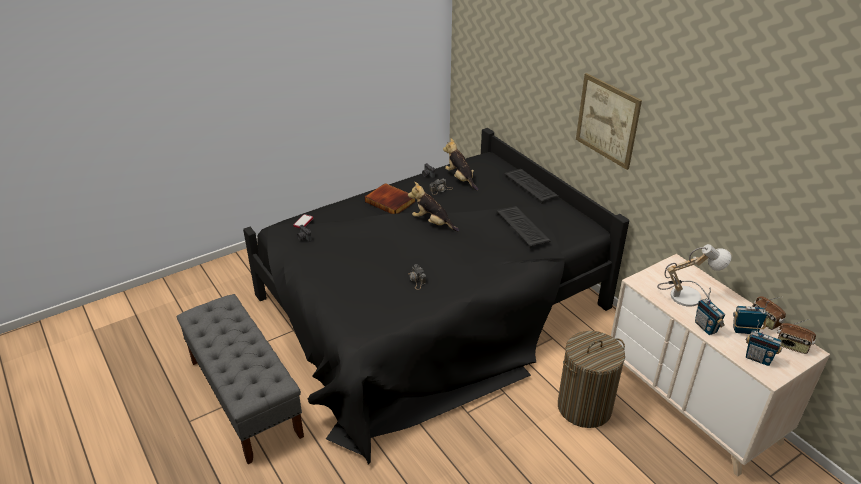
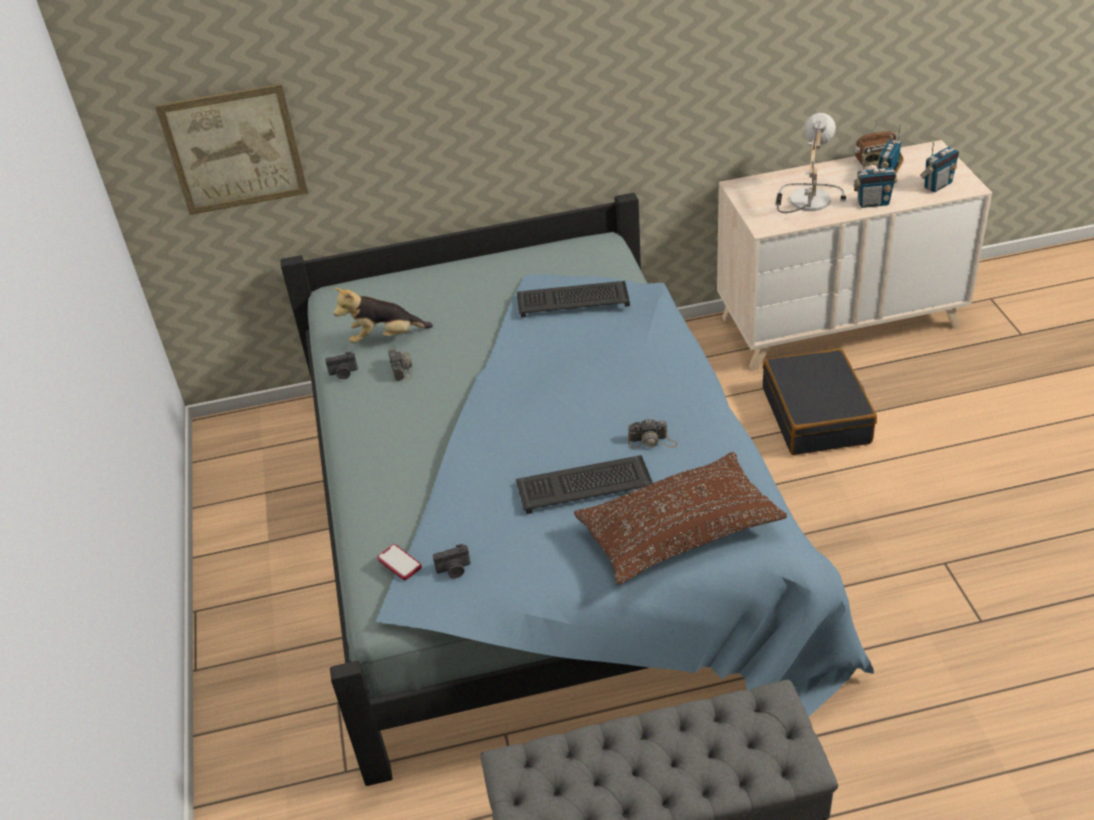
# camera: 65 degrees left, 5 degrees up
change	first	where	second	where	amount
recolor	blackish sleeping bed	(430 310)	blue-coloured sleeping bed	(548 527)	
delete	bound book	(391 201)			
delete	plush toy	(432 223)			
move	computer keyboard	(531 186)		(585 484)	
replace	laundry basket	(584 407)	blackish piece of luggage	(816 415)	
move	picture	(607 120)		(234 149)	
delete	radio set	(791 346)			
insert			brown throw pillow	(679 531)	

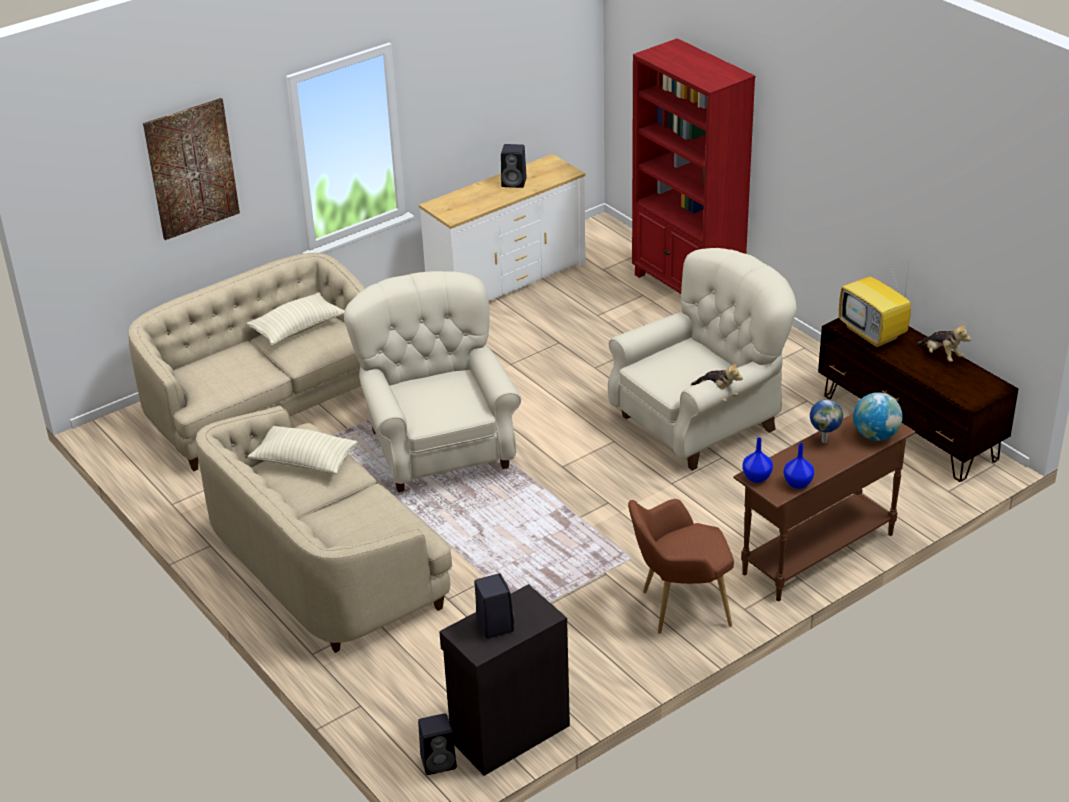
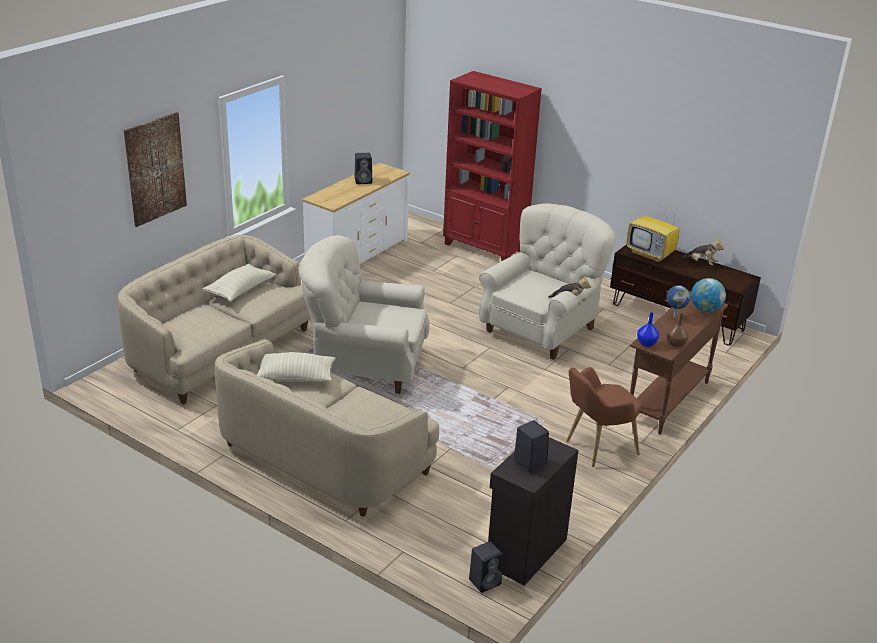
# camera: 20 degrees left, 5 degrees down
change	first	where	second	where	amount
rotate	sand-coloured armchair	(437 446)		(365 365)	45 degrees counterclockwise
recolor	blue-coloured decorative vase	(798 483)	brown decorative vase	(676 344)	

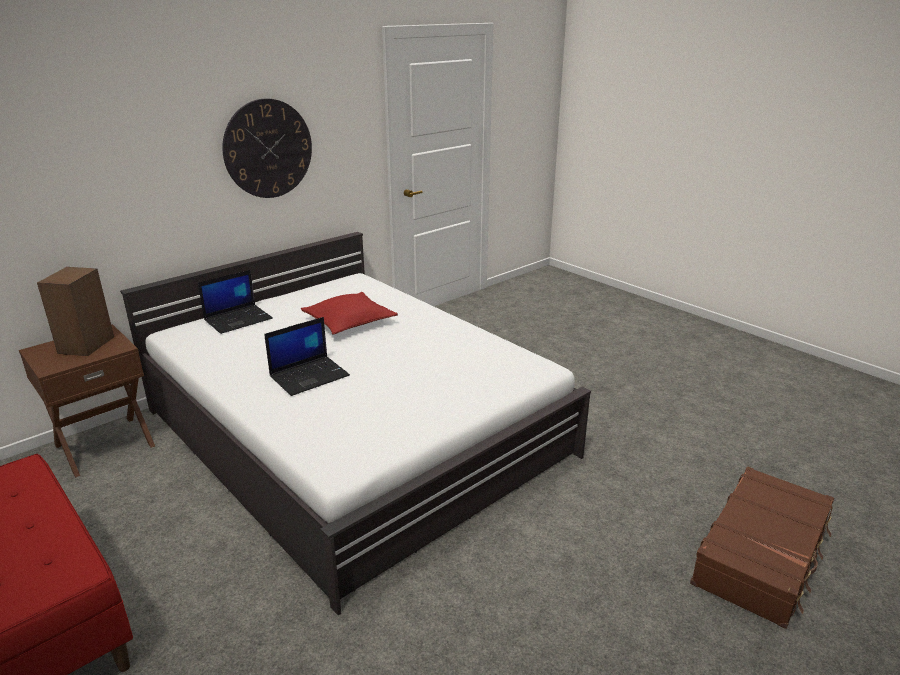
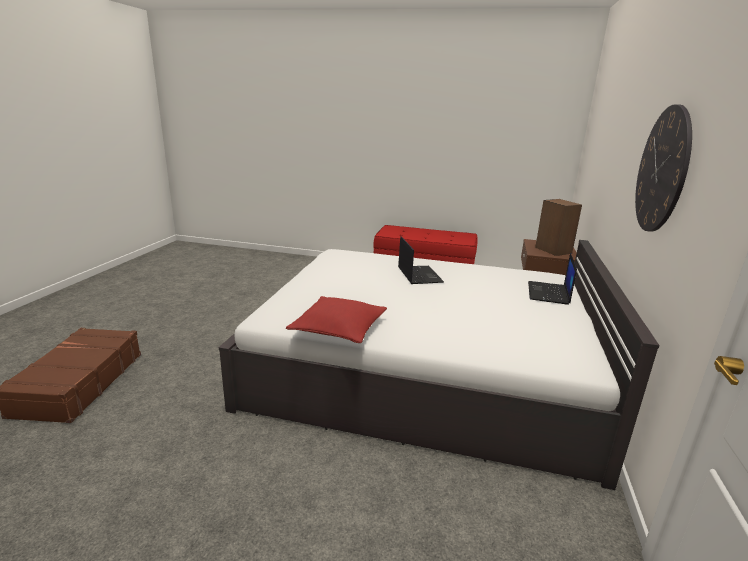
# camera: 145 degrees right, 5 degrees down
change	first	where	second	where	amount
rotate	laptop	(310 375)		(419 275)	150 degrees clockwise
move	reddish throw pillow	(349 322)		(339 328)	

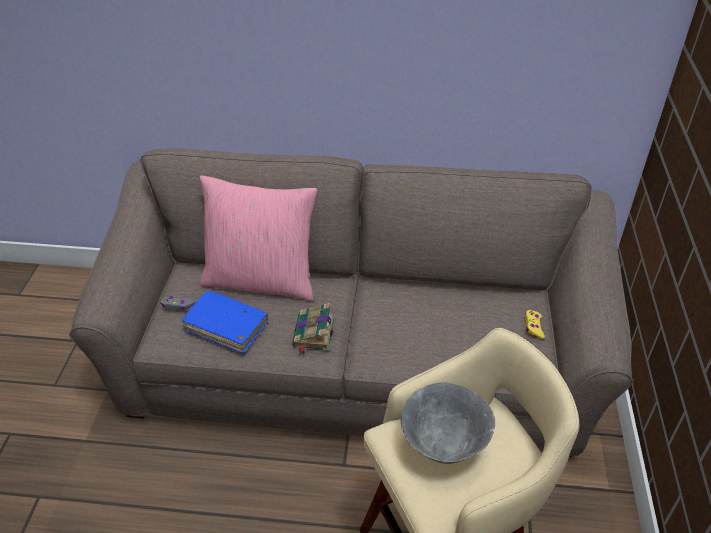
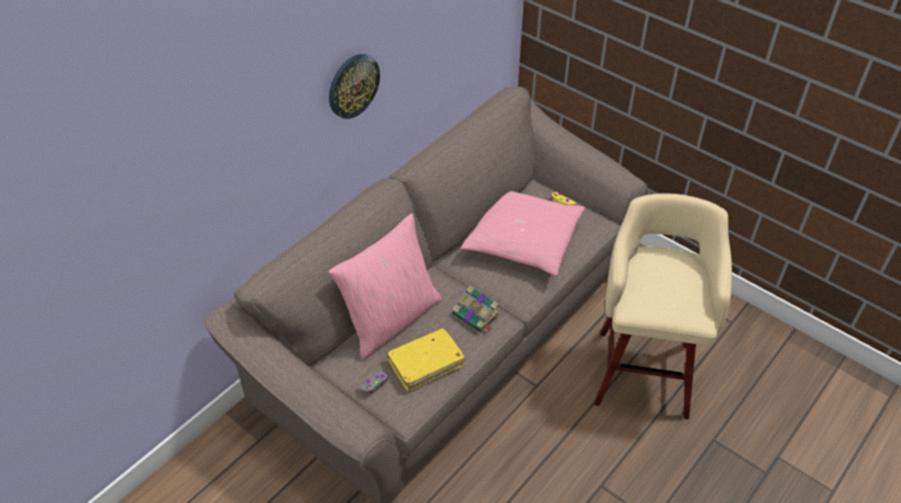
# camera: 55 degrees left, 5 degrees up
change	first	where	second	where	amount
recolor	blue-coloured bound book	(226 327)	yellow-coloured bound book	(426 363)	
delete	greyish bowl	(443 445)			
insert			clock on the wall	(353 85)	
insert			pink throw pillow	(523 239)	

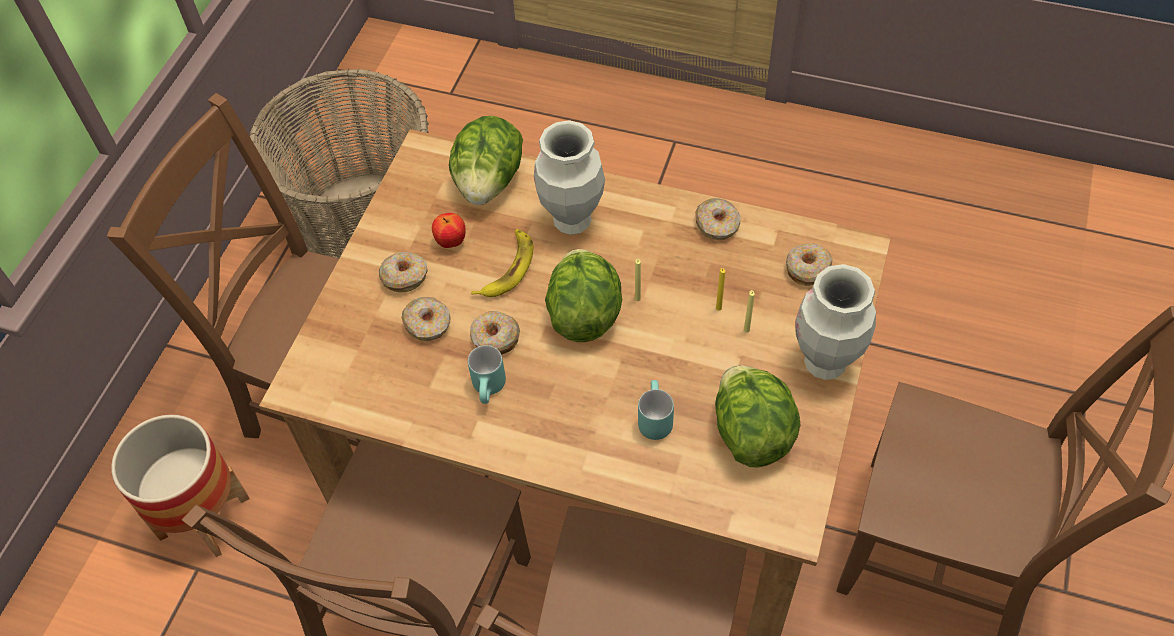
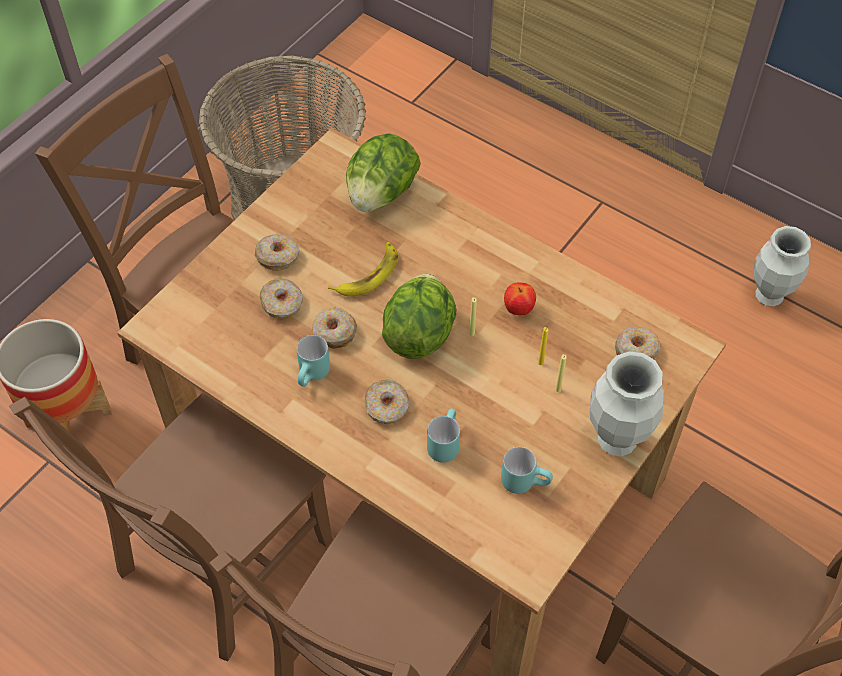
# camera: 15 degrees right, 0 degrees up
change	first	where	second	where	amount
move	apple fruit	(451 242)		(518 309)	
move	decorative vase	(572 221)		(768 296)	
move	donut	(717 225)		(387 407)	
replace	lettuce	(751 432)	blue-green coffee mug	(525 481)	

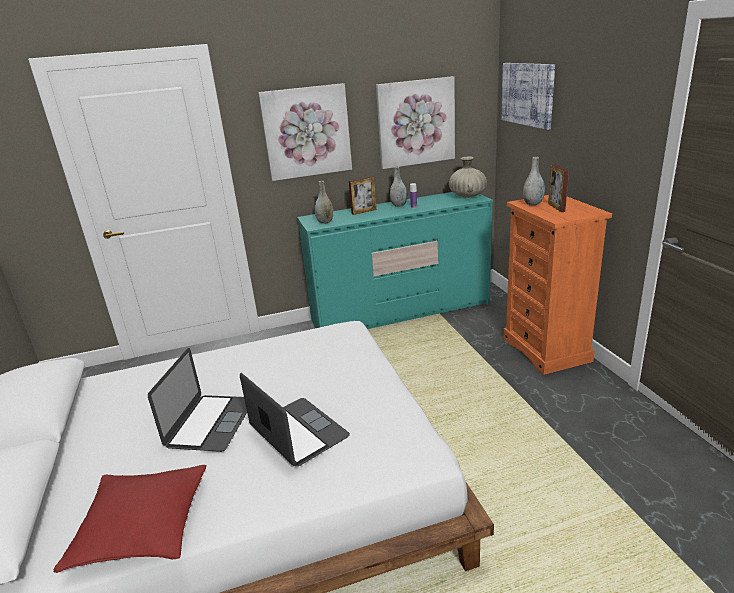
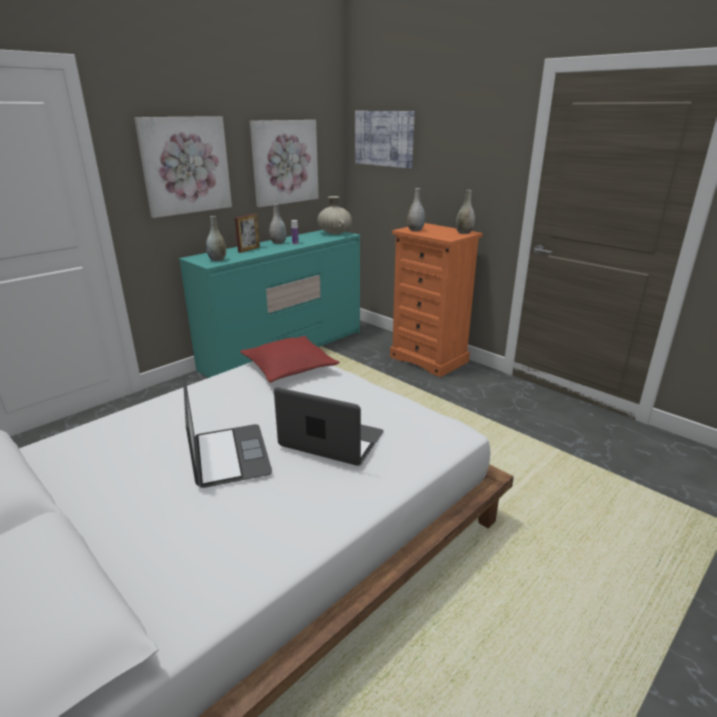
# camera: 30 degrees left, 0 degrees up
change	first	where	second	where	amount
move	reddish throw pillow	(142 526)		(289 368)	
delete	photo frame	(556 207)			
insert			greyish decorative vase	(464 233)	

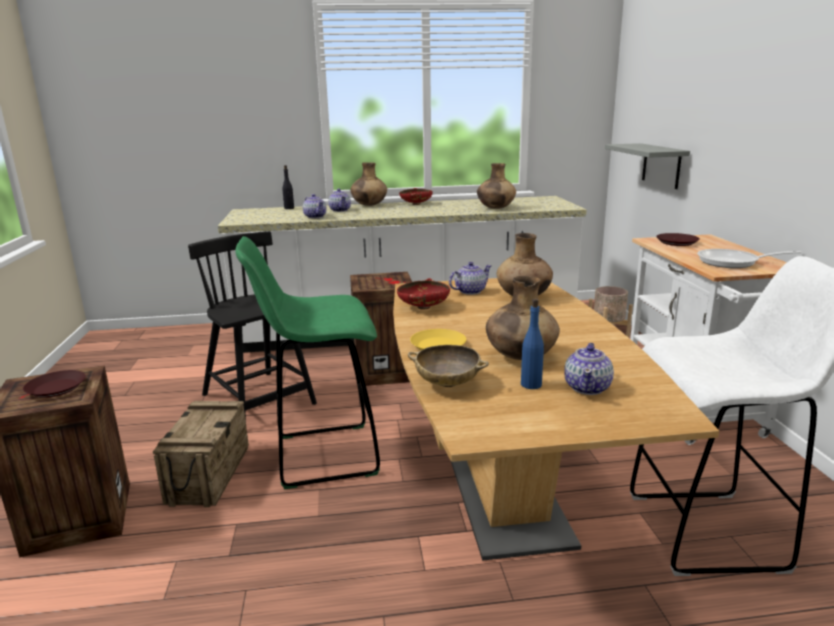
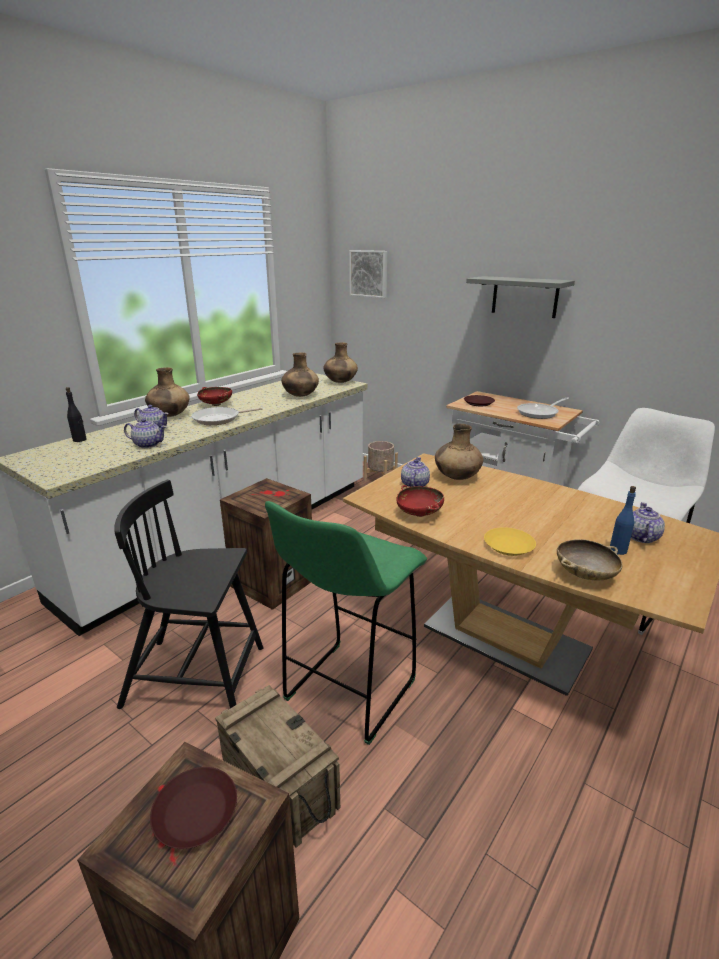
# camera: 45 degrees left, 5 degrees up
change	first	where	second	where	amount
move	brown decorative vase	(520 357)		(340 382)	
rotate	pot for tea	(588 387)		(641 537)	135 degrees counterclockwise
move	greyish wall shelf	(661 165)		(524 296)	
insert			pan	(219 419)	
insert			picture	(369 273)	

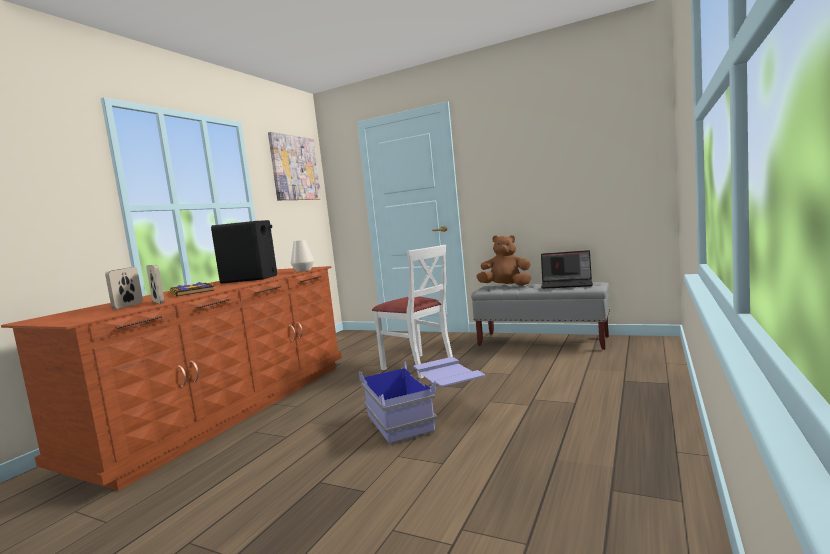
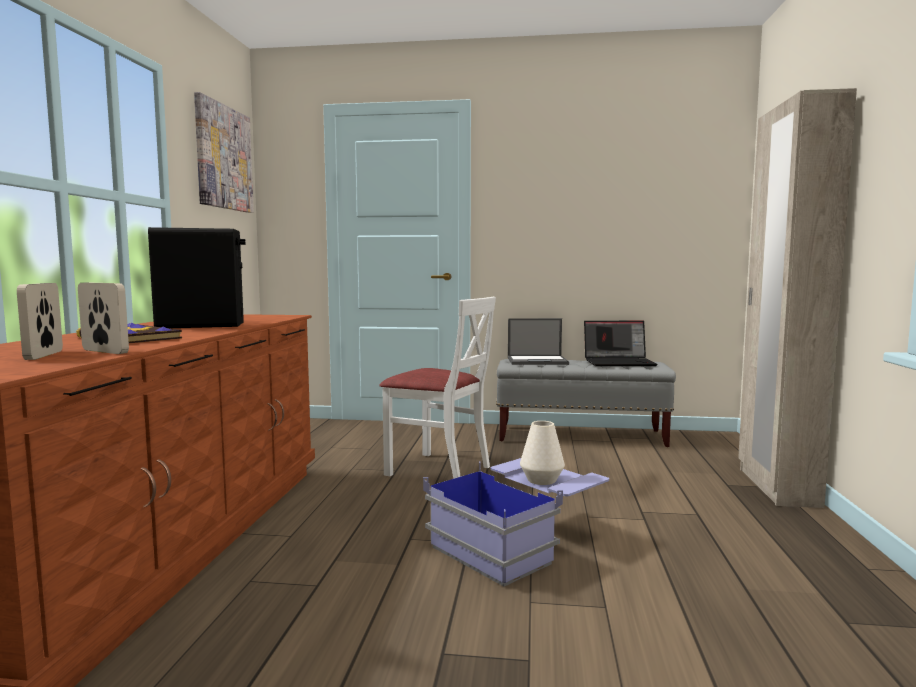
# camera: 20 degrees left, 0 degrees up
change	first	where	second	where	amount
move	white decorative vase	(303 270)		(541 480)	
replace	brown plush toy	(506 286)	laptop	(538 361)	
insert			sand-coloured armoire	(776 487)	

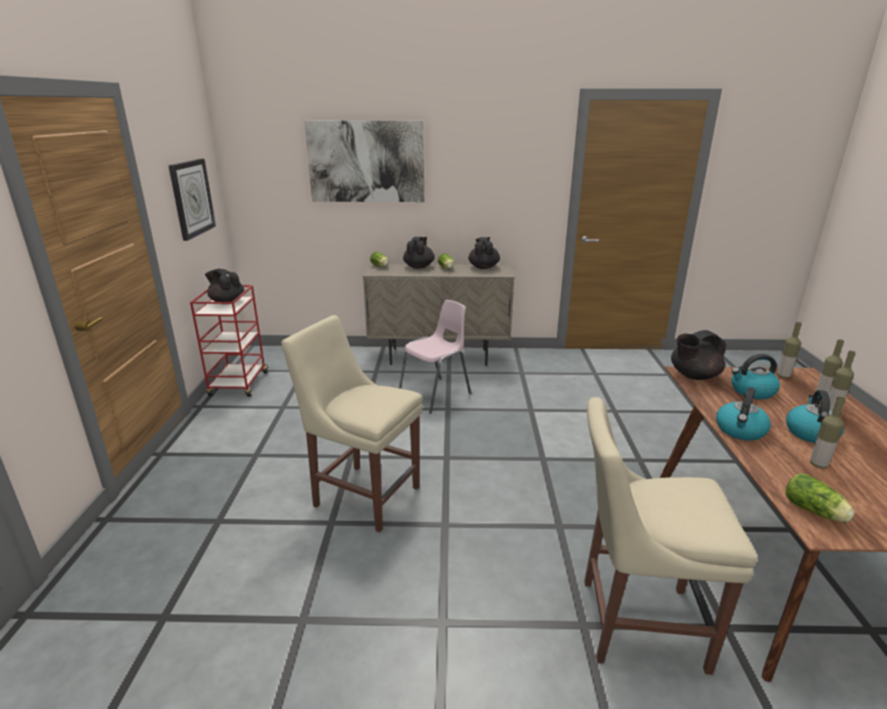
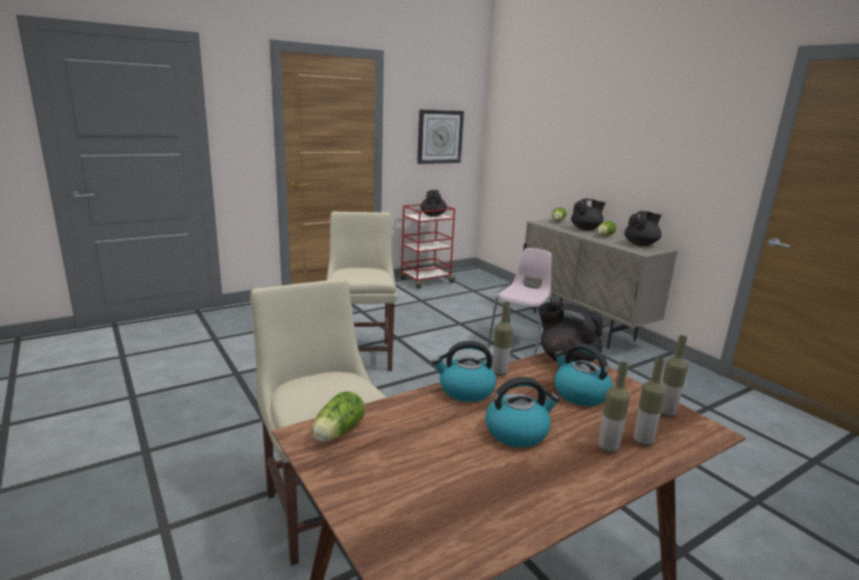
# camera: 55 degrees right, 5 degrees down
change	first	where	second	where	amount
delete	picture	(366 162)			
rotate	pink chair	(436 394)		(521 341)	75 degrees counterclockwise
move	bottle	(818 464)		(499 373)	

